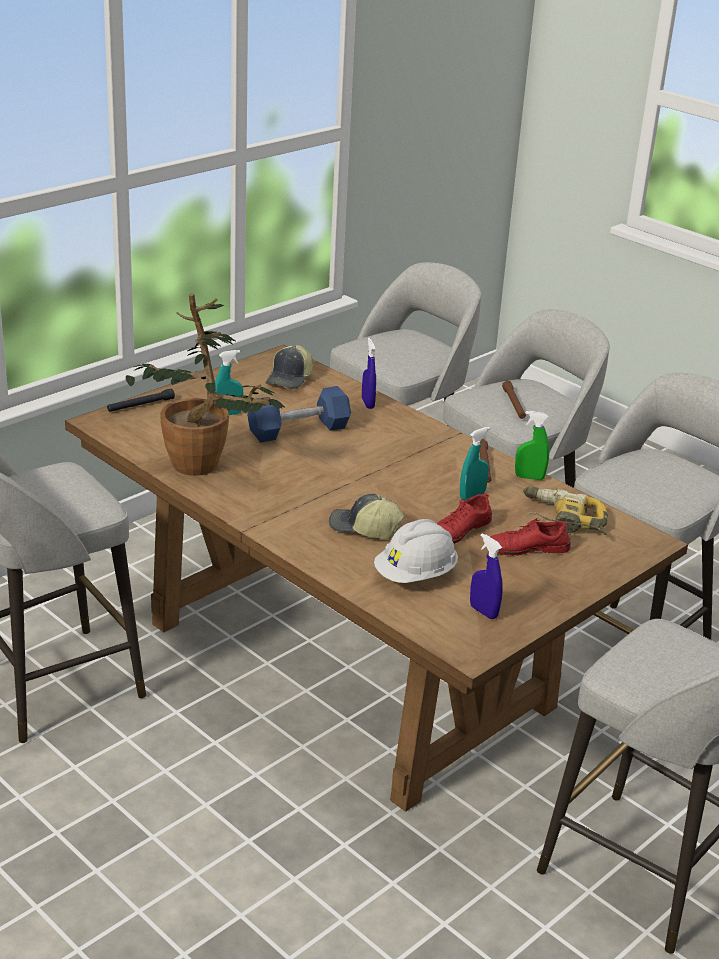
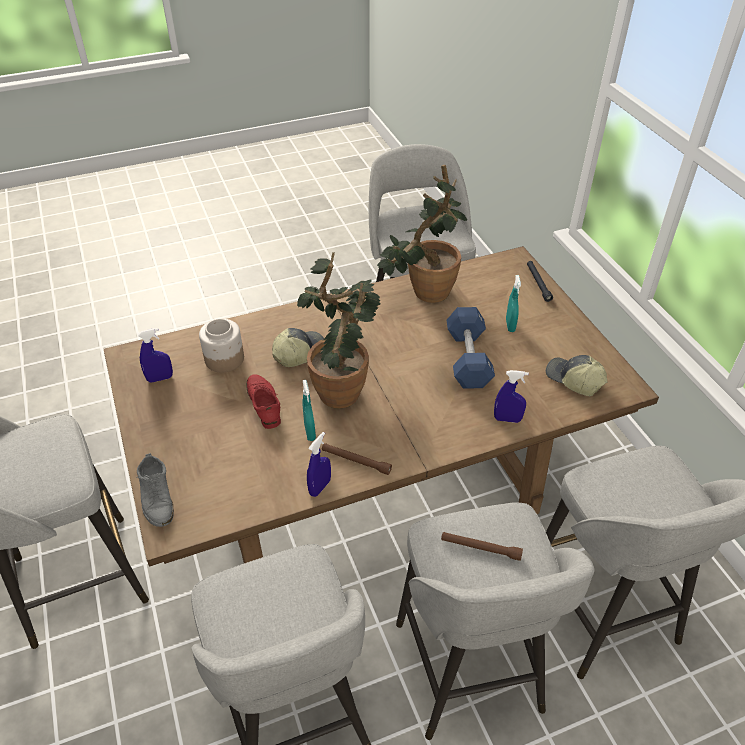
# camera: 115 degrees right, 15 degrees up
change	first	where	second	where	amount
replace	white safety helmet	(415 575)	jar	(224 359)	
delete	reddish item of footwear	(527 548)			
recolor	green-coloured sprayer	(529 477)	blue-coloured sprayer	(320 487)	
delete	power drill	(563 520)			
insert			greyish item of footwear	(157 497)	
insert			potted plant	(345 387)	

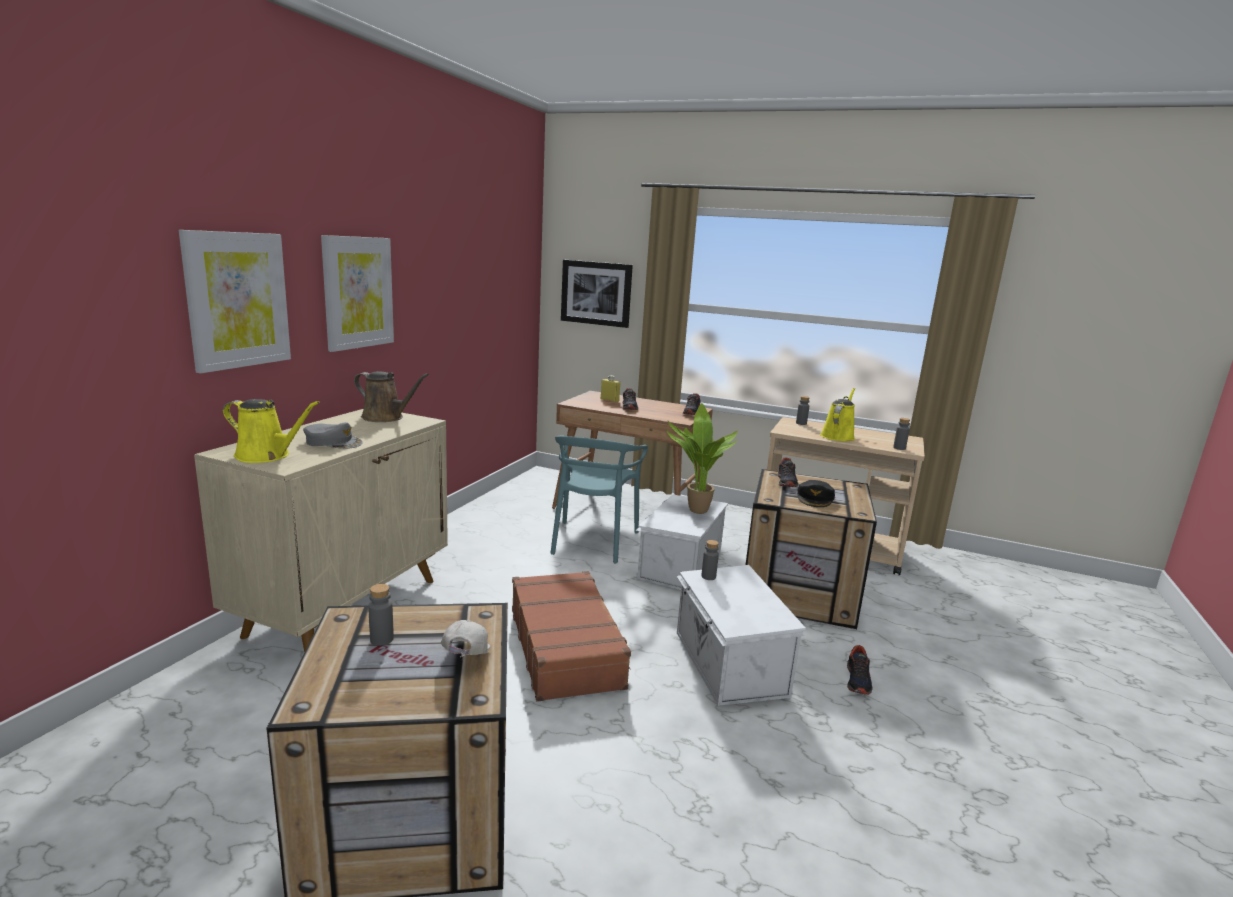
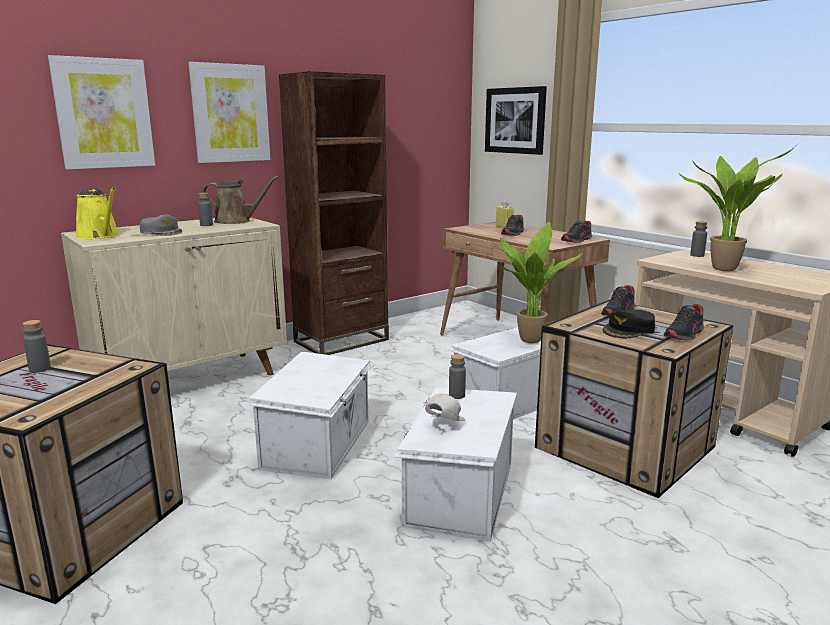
# camera: 30 degrees right, 0 degrees up
change	first	where	second	where	amount
rotate	brown sprinkling can	(386 417)		(236 221)	45 degrees counterclockwise
move	white baseball cap	(465 659)		(443 425)	
replace	brown piece of luggage	(566 647)	white storage container	(319 444)	
delete	blue-green chair	(592 541)			
replace	yellow-coloured sprinkling can	(838 436)	potted plant	(725 268)	
move	item of footwear	(858 680)		(684 334)	
move	greyish bottle	(899 448)		(206 225)	
insert			brown shelving unit	(341 341)	

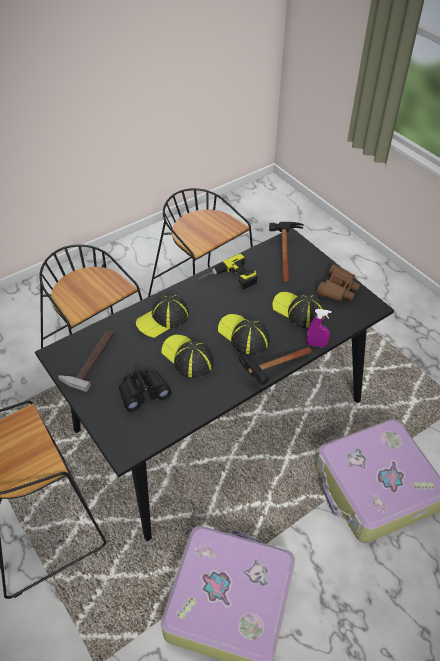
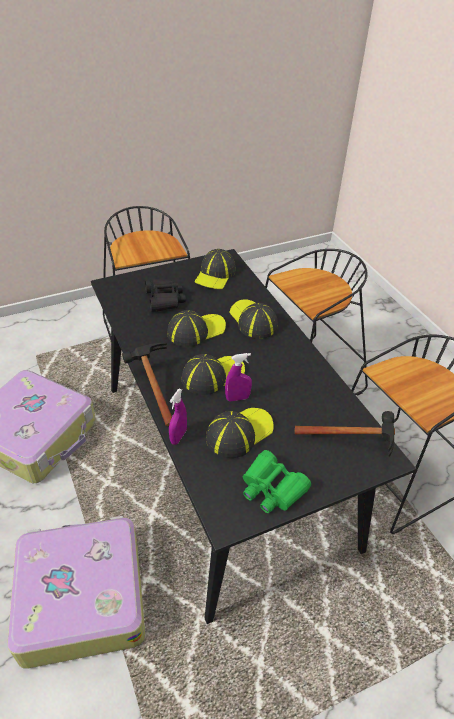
# camera: 100 degrees right, 5 degrees down
change	first	where	second	where	amount
replace	hand hammer	(90 358)	baseball cap	(215 275)	
delete	power drill	(229 280)			
recolor	brown binoculars	(338 289)	green-coloured binoculars	(272 488)	
insert			purple-coloured sprayer	(237 398)	

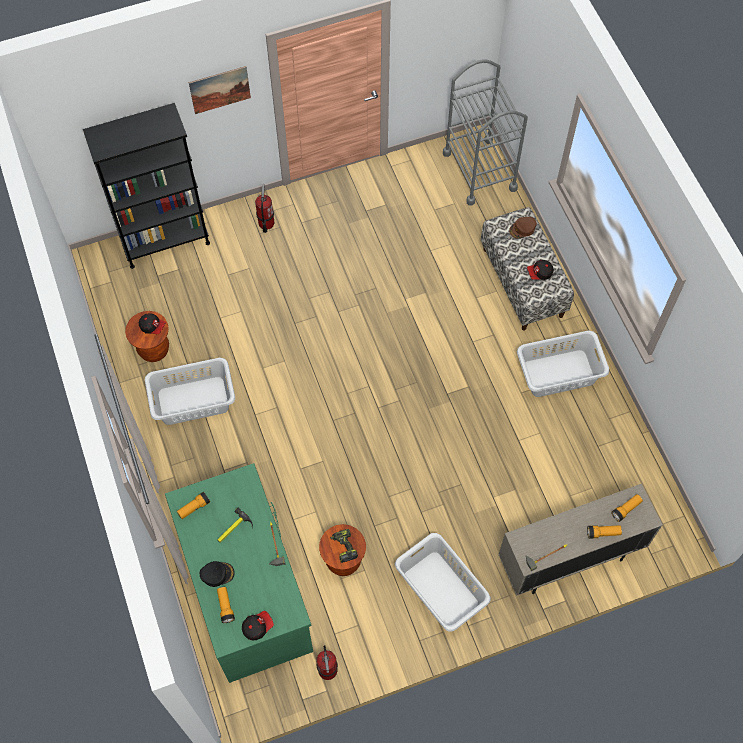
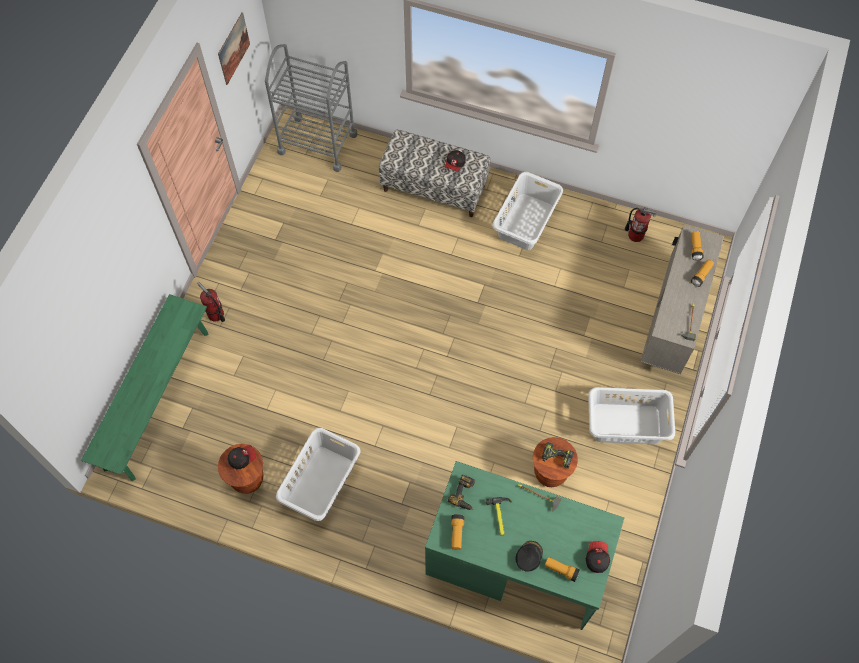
# camera: 50 degrees left, 0 degrees up
change	first	where	second	where	amount
replace	blackish shelving unit	(165 242)	green-coloured indoor bench	(157 399)	
move	picture	(220 89)		(233 48)	
move	fire extinguisher	(328 670)		(635 235)	
delete	brown baseball cap	(522 229)			
insert			power drill	(465 495)	

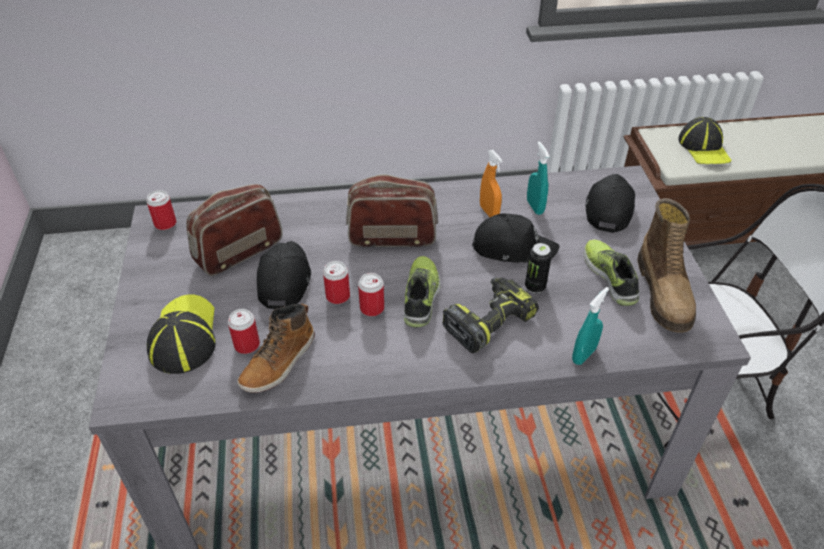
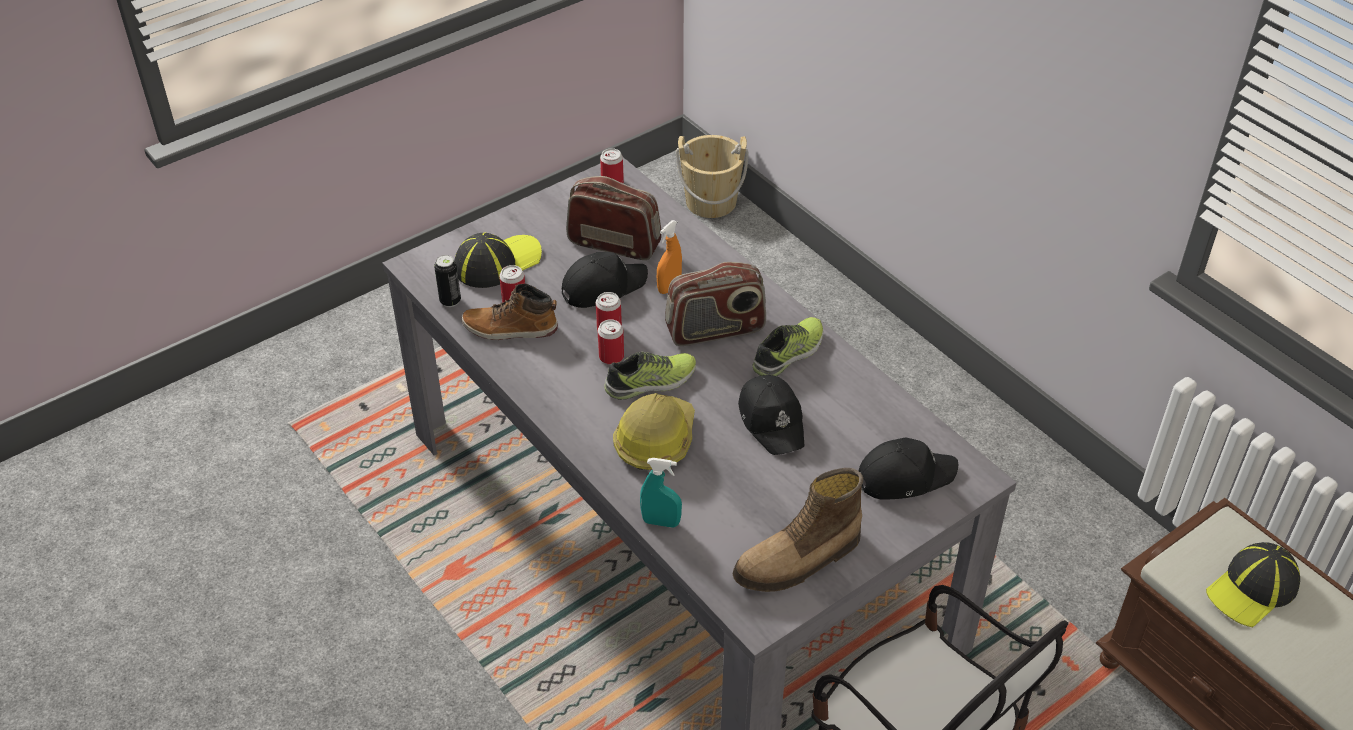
# camera: 60 degrees right, 0 degrees up
change	first	where	second	where	amount
rotate	radio set	(392 237)		(715 330)	105 degrees clockwise
replace	power drill	(488 320)	safety helmet	(655 440)	
move	orangey sprayer	(489 212)		(669 286)	
move	metal can	(535 287)		(450 301)	
delete	blue-green sprayer	(535 207)			
move	item of footwear	(611 276)		(789 353)	
insert			sand-coloured bucket	(711 202)	

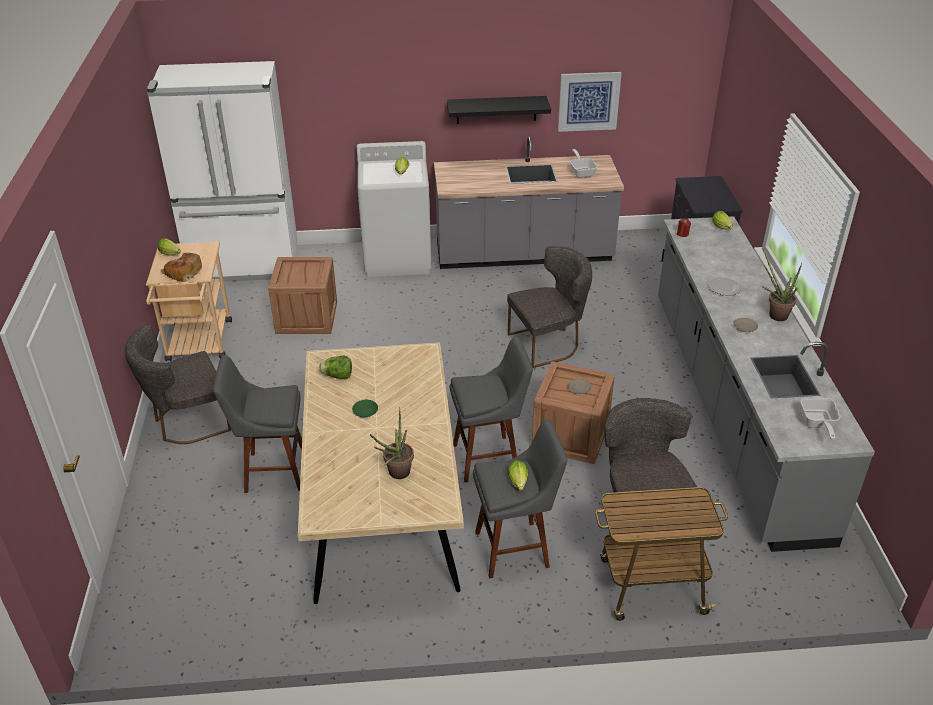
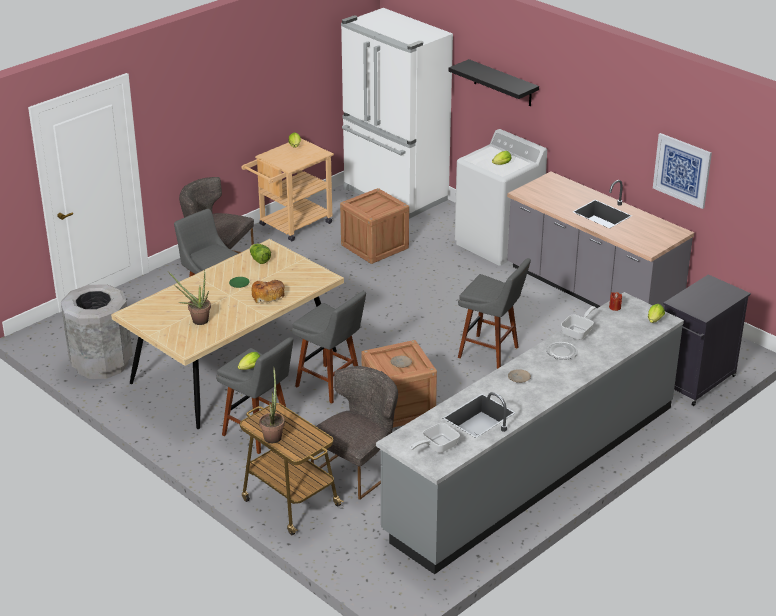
# camera: 50 degrees right, 5 degrees down
change	first	where	second	where	amount
move	bread	(183 272)		(267 295)	
move	blackish wall shelf	(496 109)		(502 83)	
replace	greyish chair	(548 344)	greyish sitting stool	(491 353)	
move	pan	(581 172)		(579 332)	
move	potted plant	(774 314)		(273 435)	
insert			greyish trash can	(101 363)	

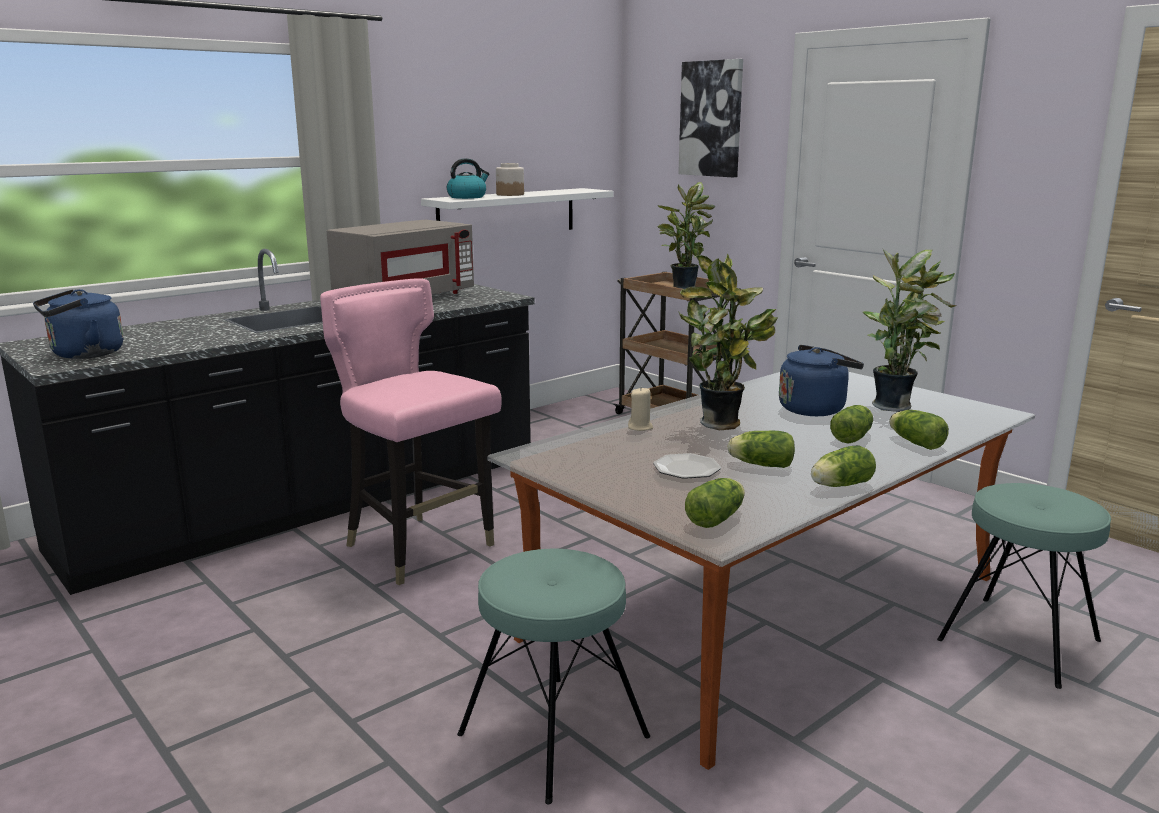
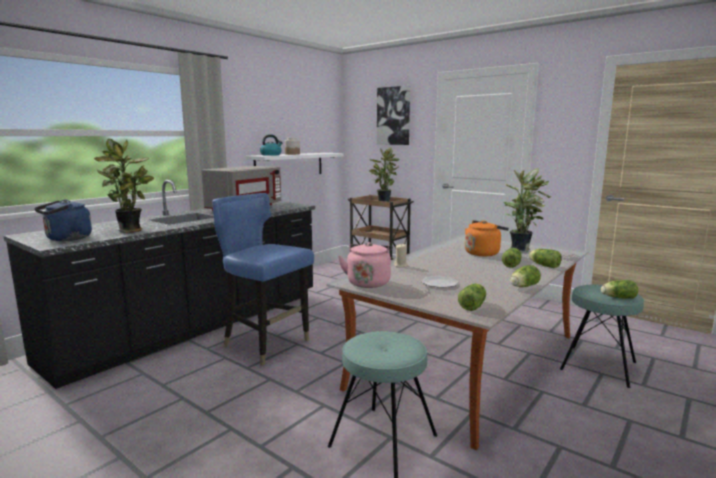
# camera: 10 degrees left, 5 degrees down
change	first	where	second	where	amount
recolor	pink chair	(418 548)	blue-coloured chair	(266 345)	
move	potted plant	(723 425)		(131 231)	
move	lettuce	(759 464)		(617 297)	
recolor	blue-coloured water kettle	(815 409)	orangey water kettle	(483 253)	
insert			pink water kettle	(368 282)	

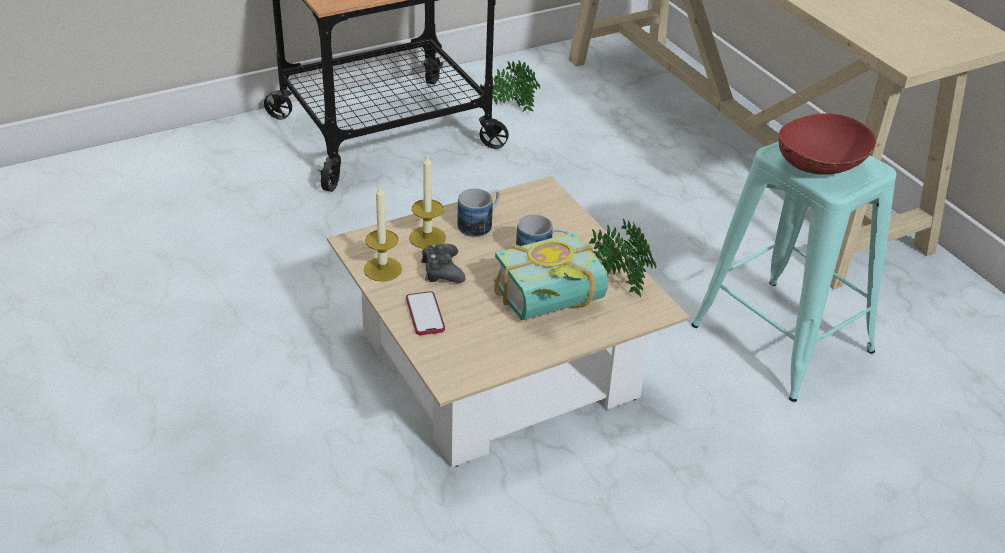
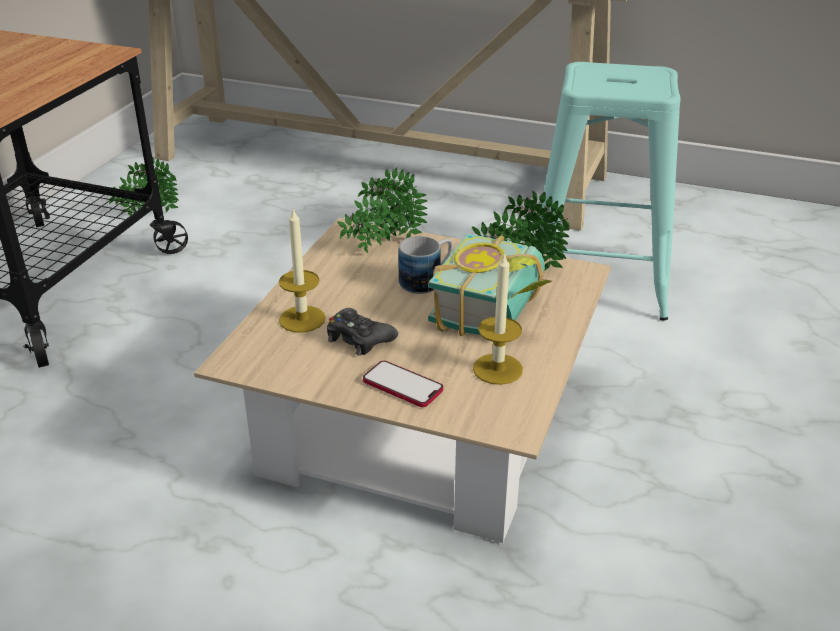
# camera: 40 degrees left, 5 degrees down
change	first	where	second	where	amount
move	wax candle	(382 269)		(497 369)	
delete	coffee mug	(480 224)			
delete	reddish bowl	(819 168)			
insert			potted plant	(382 246)	

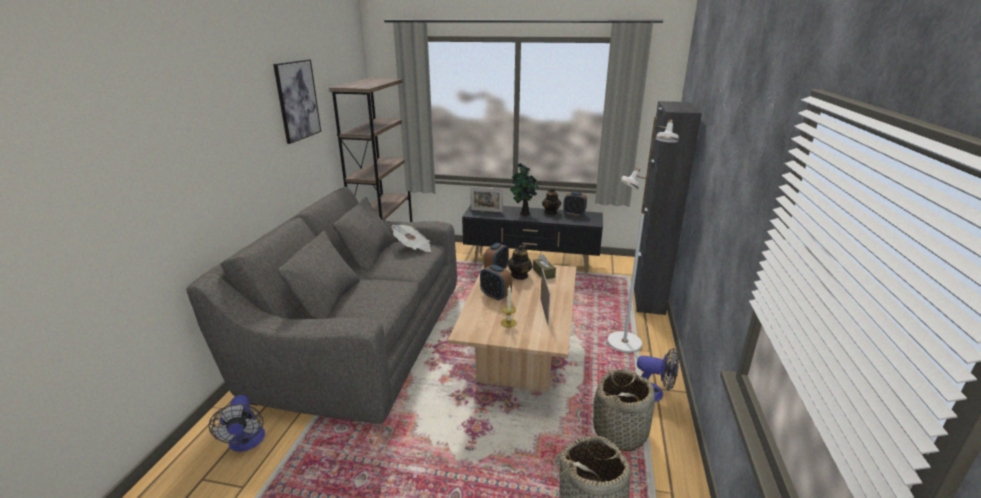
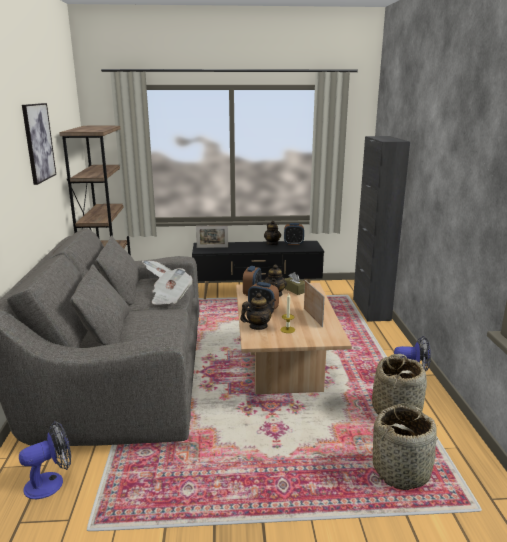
# camera: 15 degrees left, 5 degrees down
change	first	where	second	where	amount
rotate	cooling fan	(246 443)		(51 482)	90 degrees counterclockwise
delete	potted plant	(524 214)			
delete	white standard lamp	(624 343)			
insert			printed paper	(170 297)	
insert			pot for tea	(258 326)	

